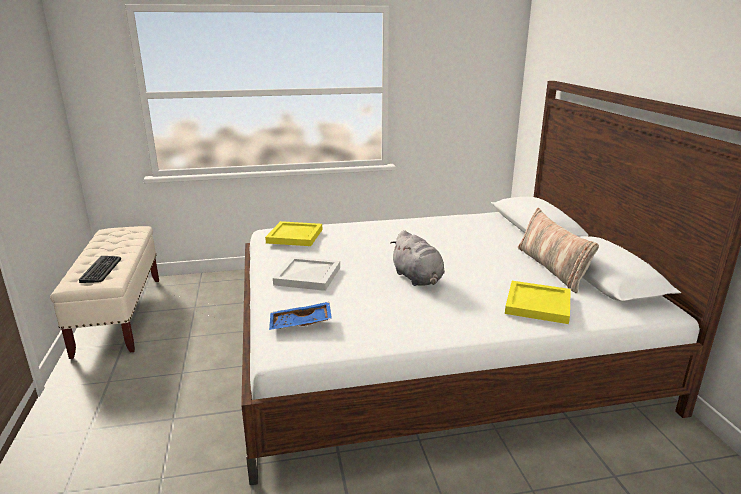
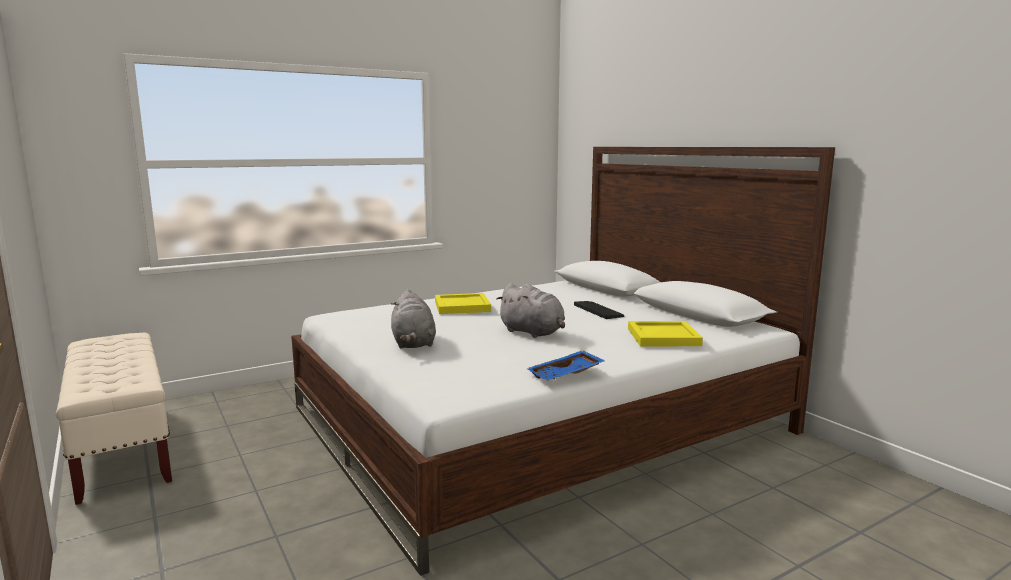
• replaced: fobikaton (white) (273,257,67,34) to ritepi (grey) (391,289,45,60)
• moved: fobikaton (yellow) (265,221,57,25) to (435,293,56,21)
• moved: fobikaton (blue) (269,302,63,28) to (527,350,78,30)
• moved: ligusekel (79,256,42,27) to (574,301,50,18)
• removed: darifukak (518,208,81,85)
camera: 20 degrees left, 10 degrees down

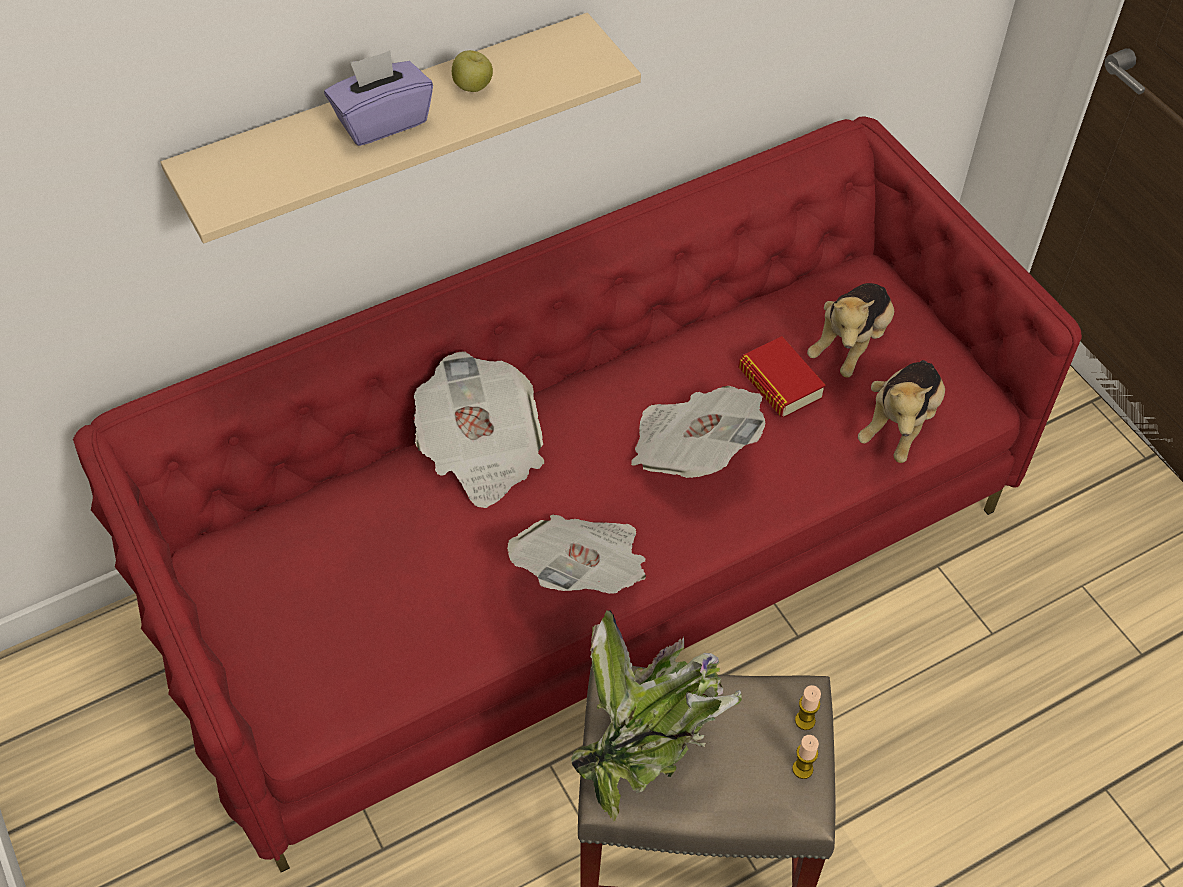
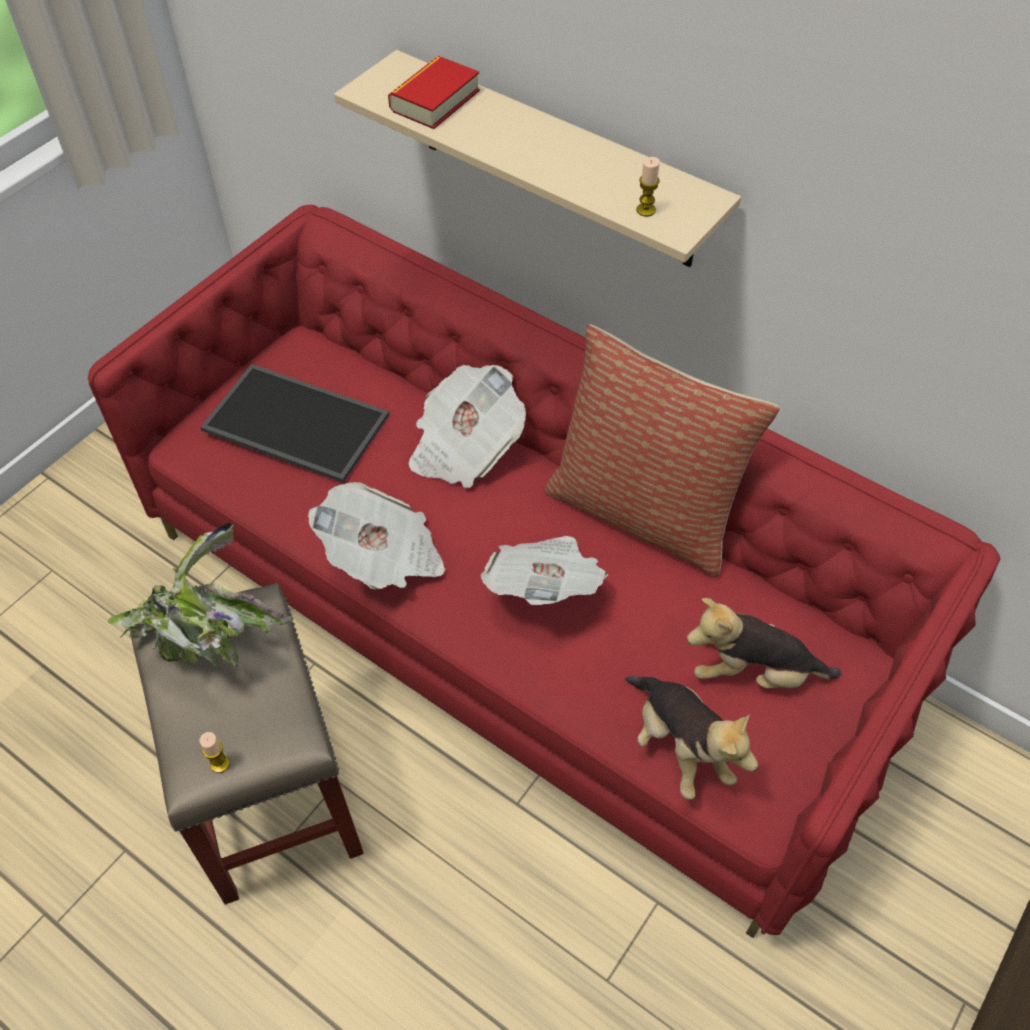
• added: fobikaton (200,364,189,119)
• moved: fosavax (738,336,88,82) to (388,56,92,73)
• added: darifukak (544,324,236,253)
• turned: ritepi (858,360,87,103) = (625,676,133,123) 120 degrees counterclockwise
• moved: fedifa (795,685,26,45) to (636,157,24,60)
• removed: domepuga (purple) (324,50,109,96)
• removed: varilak (452,50,41,42)
camera: 65 degrees right, 0 degrees up

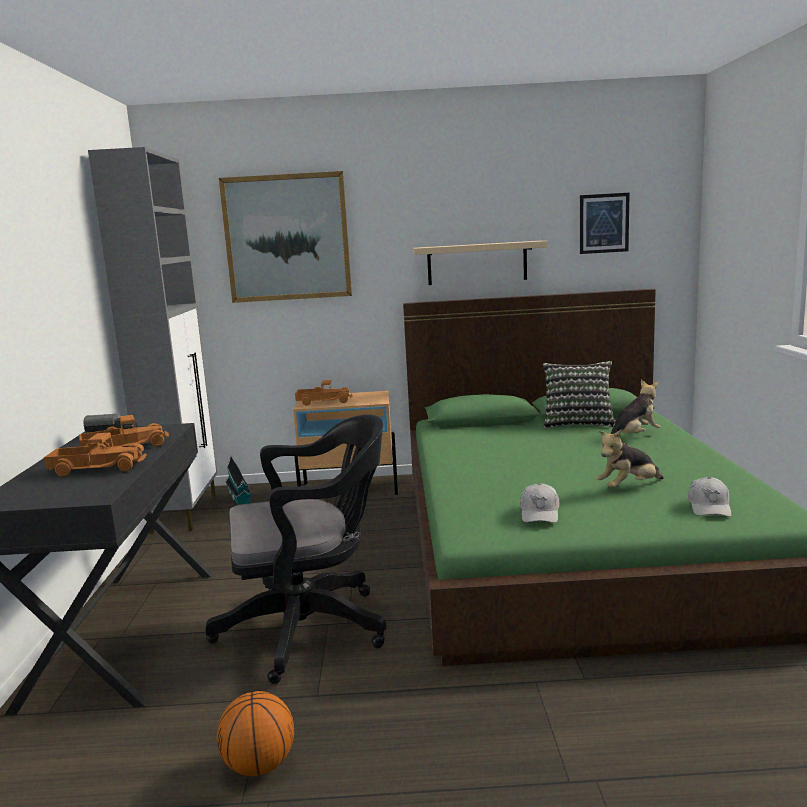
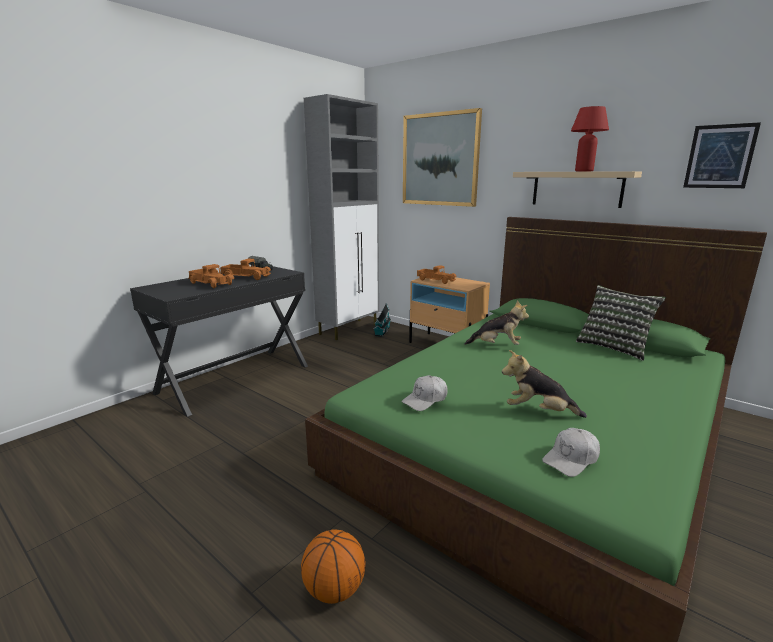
• moved: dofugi (217,691,77,85) to (301,530,65,74)
• moved: ritepi (611,380,50,54) to (465,300,64,45)
• added: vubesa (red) (571,106,38,65)
• removed: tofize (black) (206,415,180,269)
camera: 40 degrees right, 5 degrees up

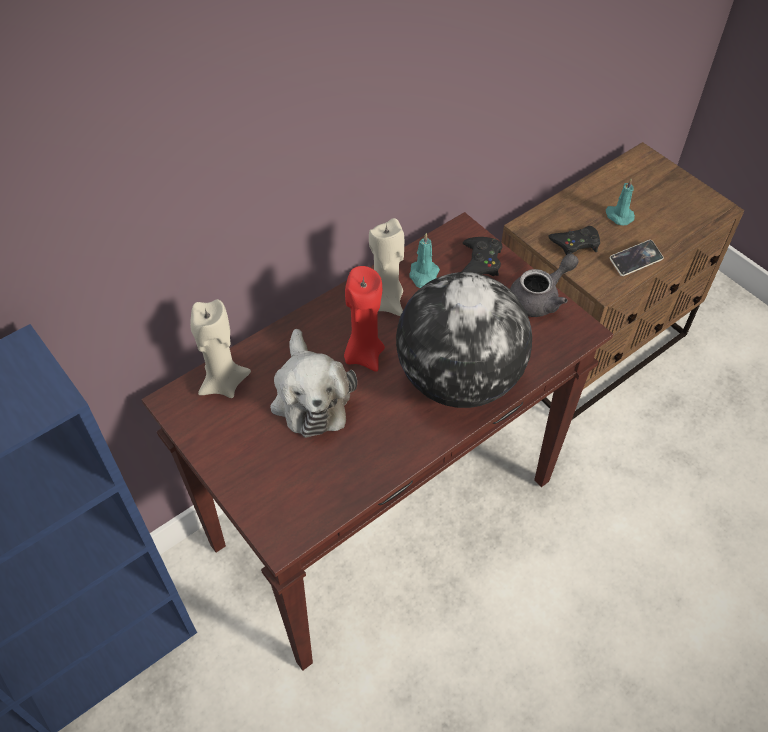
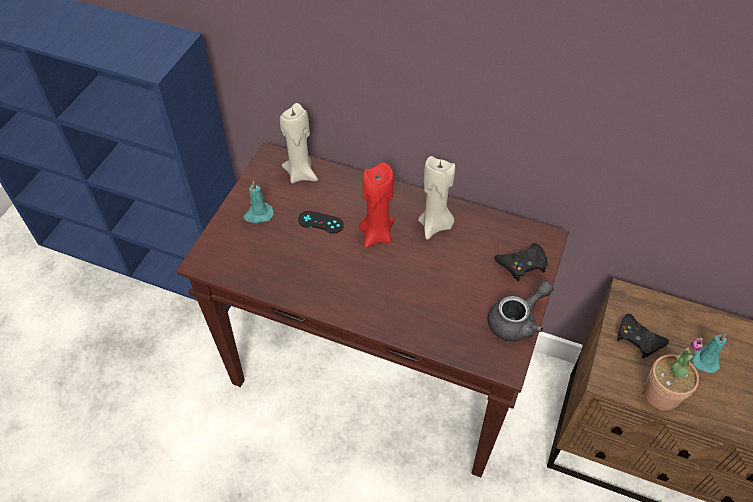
• moved: fedifa (turquoise) (409,233,31,55) to (243,181,31,42)
• replaced: ritepi (270,329,87,109) to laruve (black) (298,211,46,23)
• turned: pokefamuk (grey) (510,253,69,64) = (488,281,66,61) 60 degrees counterclockwise
• replaced: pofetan (609,240,54,36) to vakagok (644,338,59,73)
• removed: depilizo (396,272,136,136)
camera: 60 degrees right, 0 degrees up

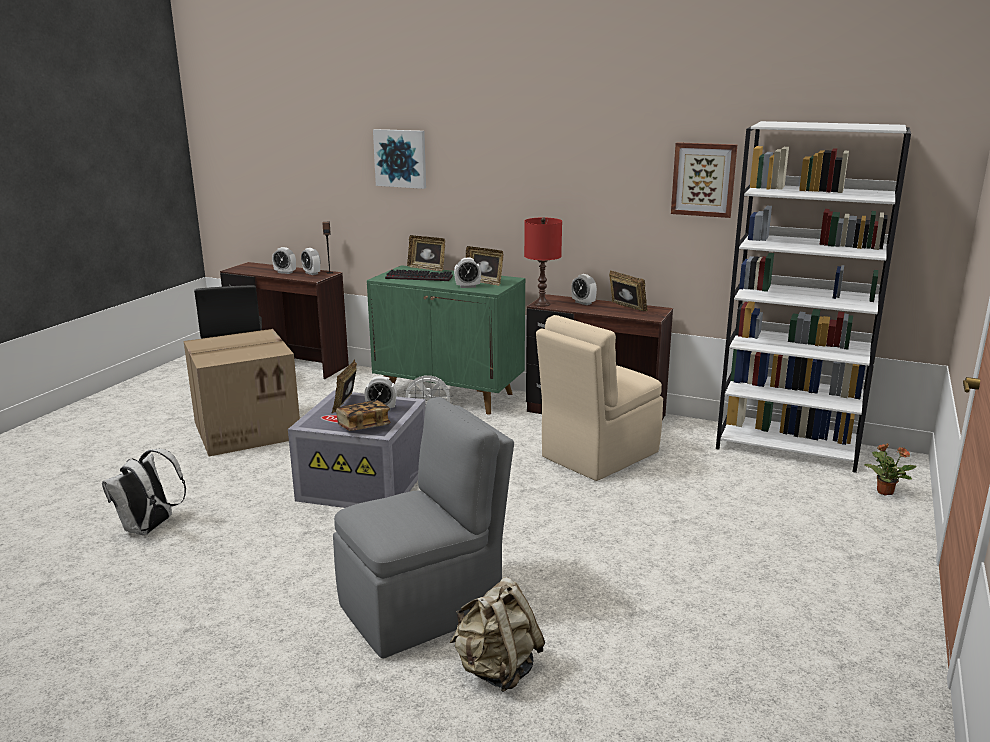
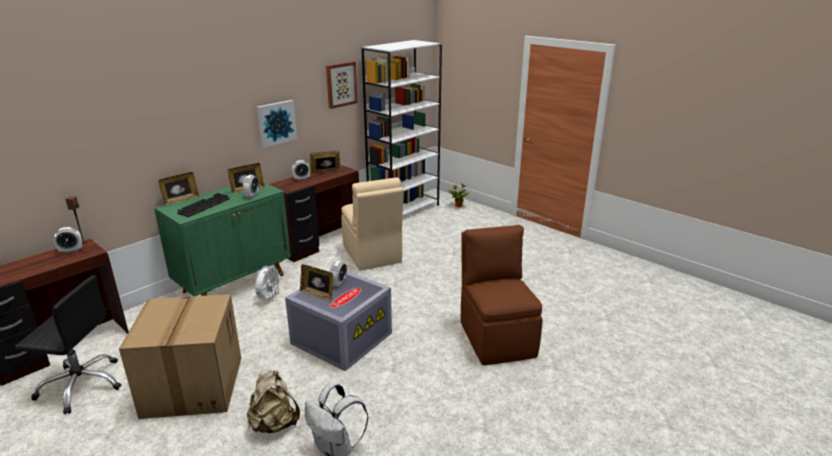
• moved: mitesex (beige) (450,577,95,115) to (247,370,53,63)
• moved: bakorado (373,129,53,60) to (257,100,40,48)
• recoloured: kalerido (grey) (333,397,181,262) to kalerido (brown) (461,225,82,140)
• removed: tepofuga (272,247,24,27)
• removed: fosavax (336,400,54,31)
• removed: vubesa (red) (524,217,38,90)
camera: 70 degrees left, 5 degrees up

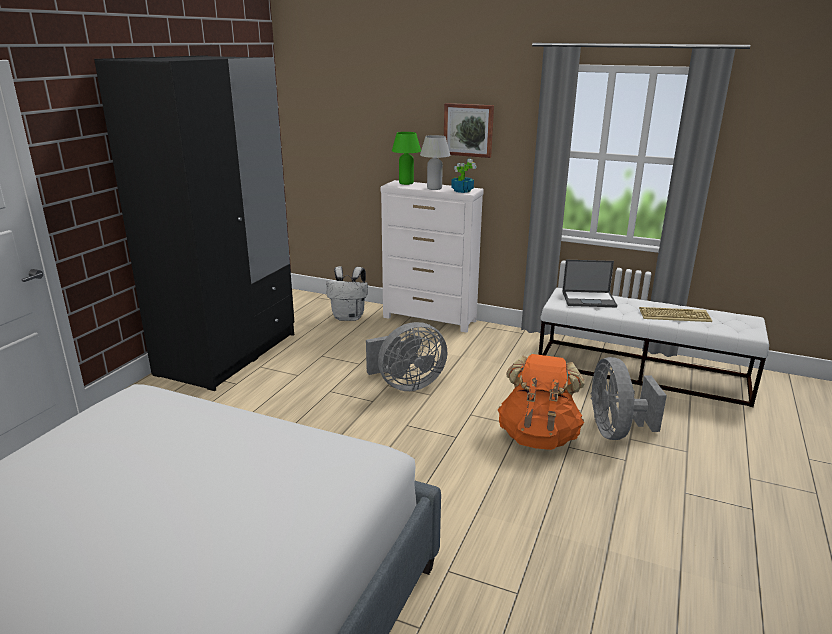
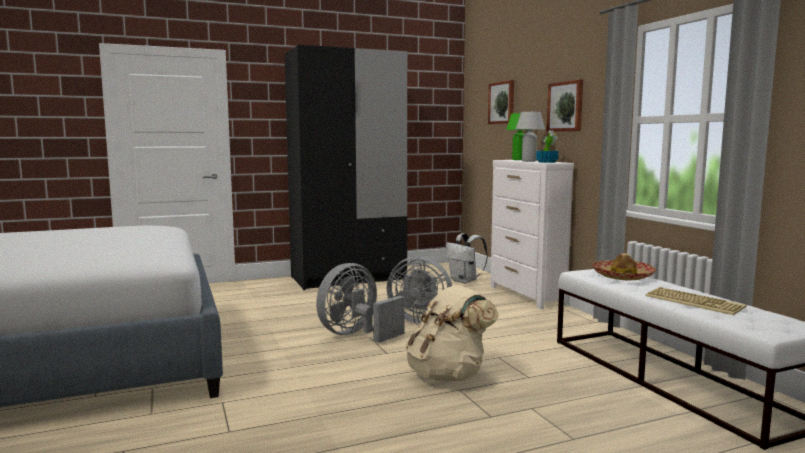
• moved: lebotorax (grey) (591,357,76,83) to (316,263,88,80)
• recoloured: mitesex (orange) (498,354,87,96) to mitesex (beige) (405,285,94,97)
• added: bakorado (488,80,26,44)
• replaced: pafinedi (563,260,54,48) to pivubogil (592,253,64,28)
camera: 45 degrees right, 15 degrees down

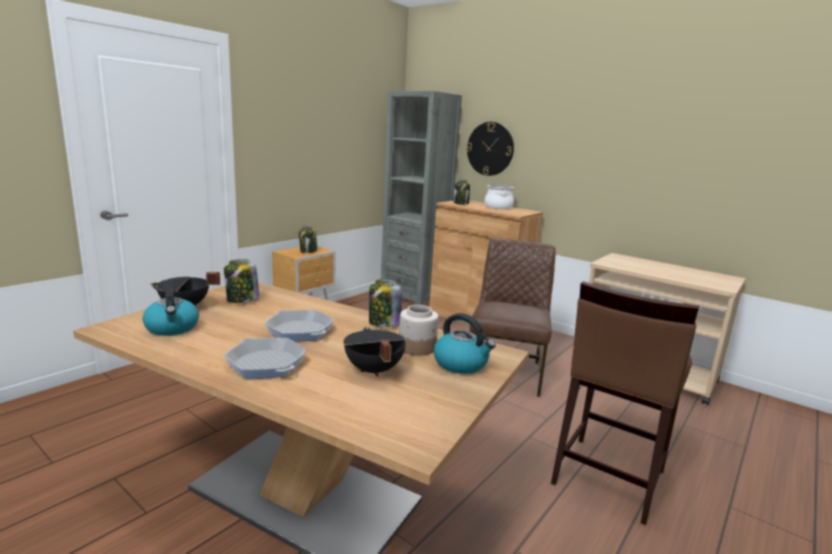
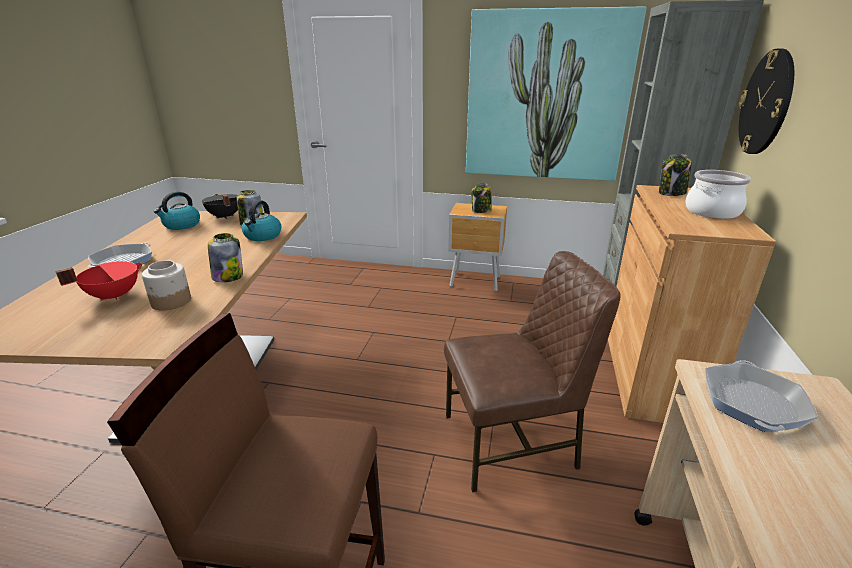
• recoloured: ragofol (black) (343,327,63,50) to ragofol (red) (56,261,88,40)
• moved: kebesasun (434,313,62,61) to (242,200,39,41)
• added: bakorado (466,7,180,174)
• moved: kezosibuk (264,310,70,32) to (705,360,113,72)
camera: 65 degrees right, 10 degrees up

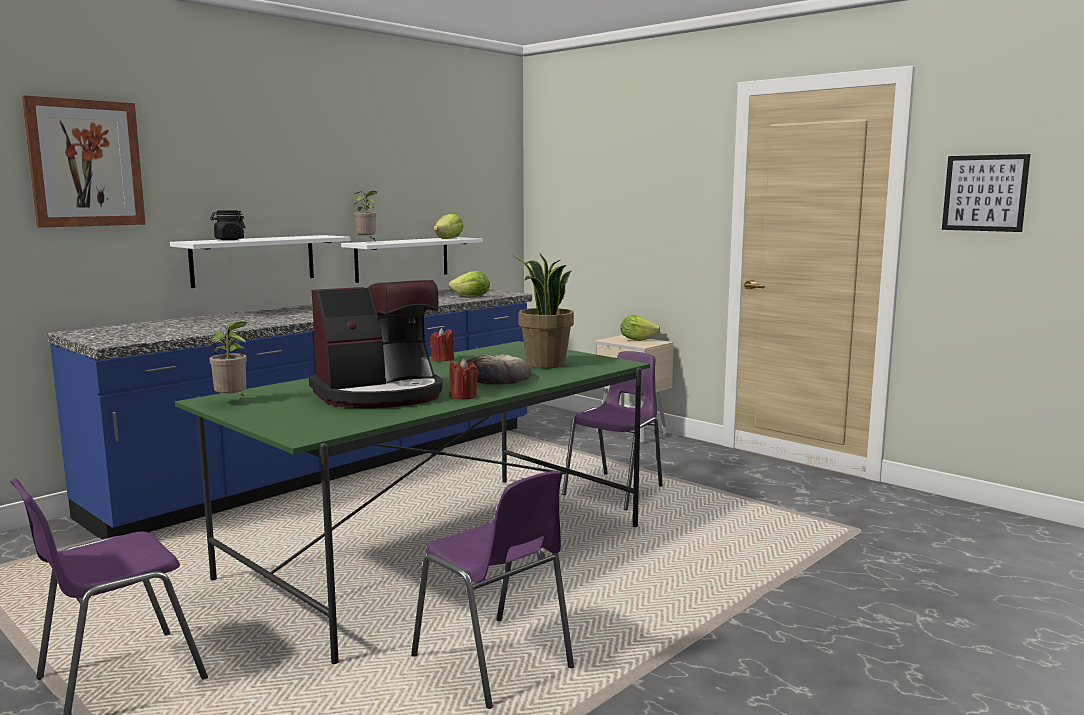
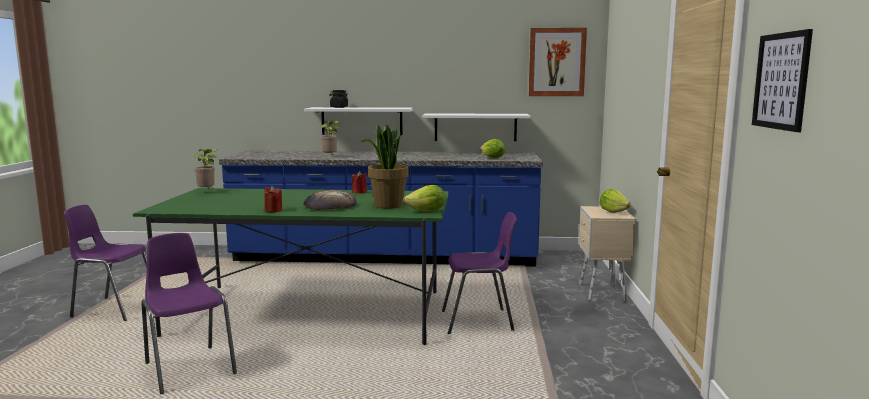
• turned: kalerido (purple) (411,471,163,238) = (141,233,96,161) 135 degrees clockwise
• moved: vakagok (354,191,23,49) to (321,121,19,34)
• moved: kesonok (434,214,30,25) to (403,185,43,26)
• moved: bakorado (22,95,124,133) to (529,28,58,68)
• removed: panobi (309,280,134,128)
camera: 50 degrees right, 0 degrees up

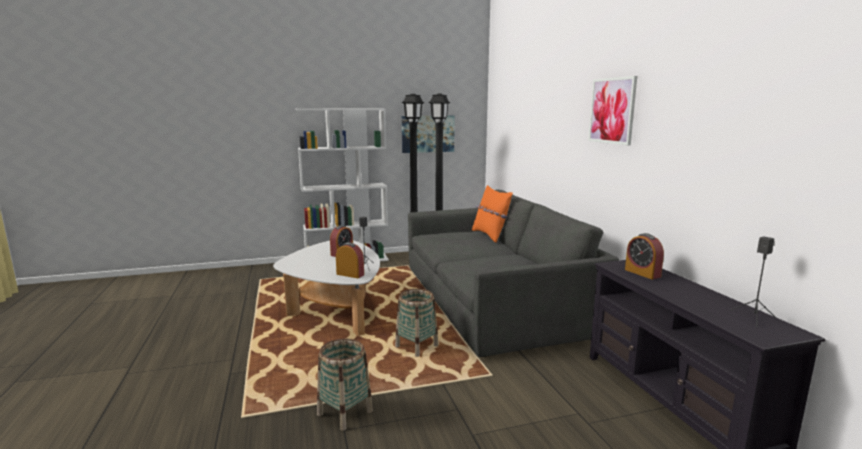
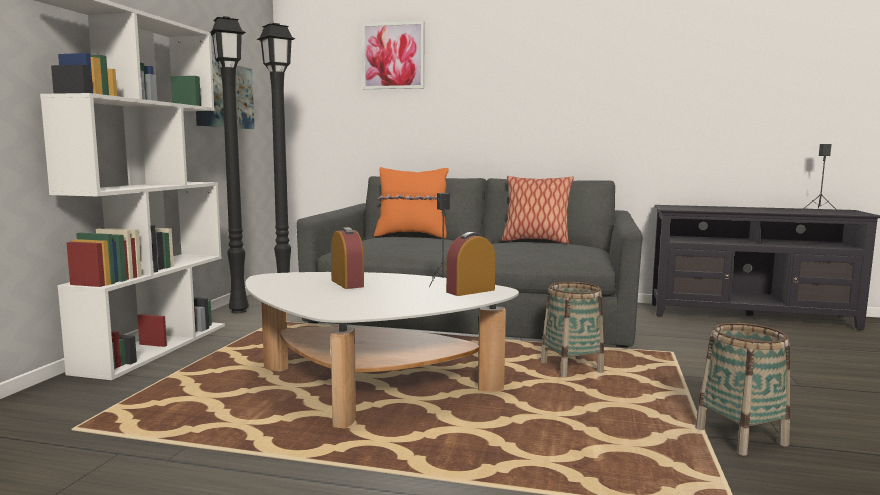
• moved: bakorado (588,76,49,69) to (362,21,62,68)
• added: darifukak (502,176,72,68)
• removed: tepofuga (625,233,39,46)
camera: 60 degrees left, 5 degrees down

